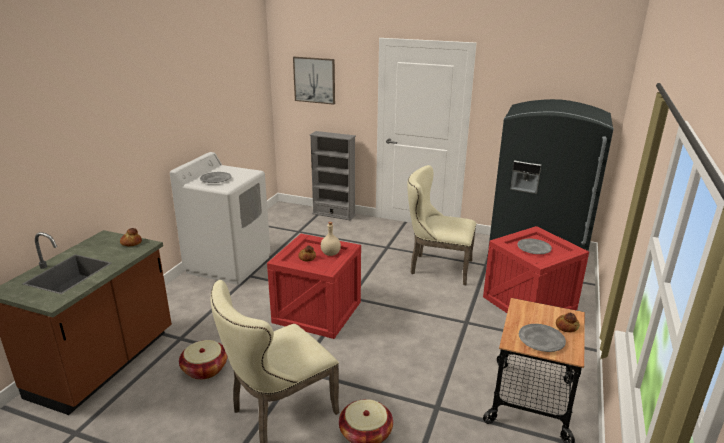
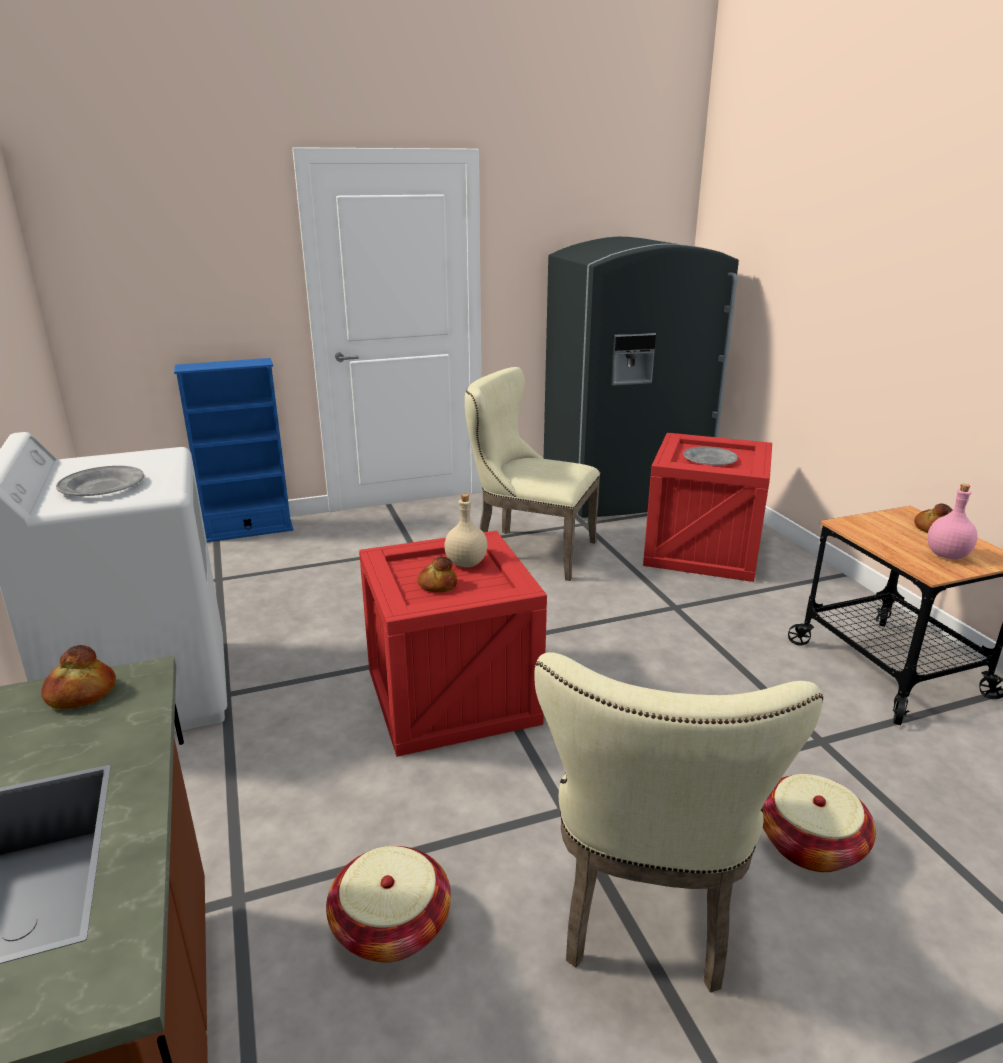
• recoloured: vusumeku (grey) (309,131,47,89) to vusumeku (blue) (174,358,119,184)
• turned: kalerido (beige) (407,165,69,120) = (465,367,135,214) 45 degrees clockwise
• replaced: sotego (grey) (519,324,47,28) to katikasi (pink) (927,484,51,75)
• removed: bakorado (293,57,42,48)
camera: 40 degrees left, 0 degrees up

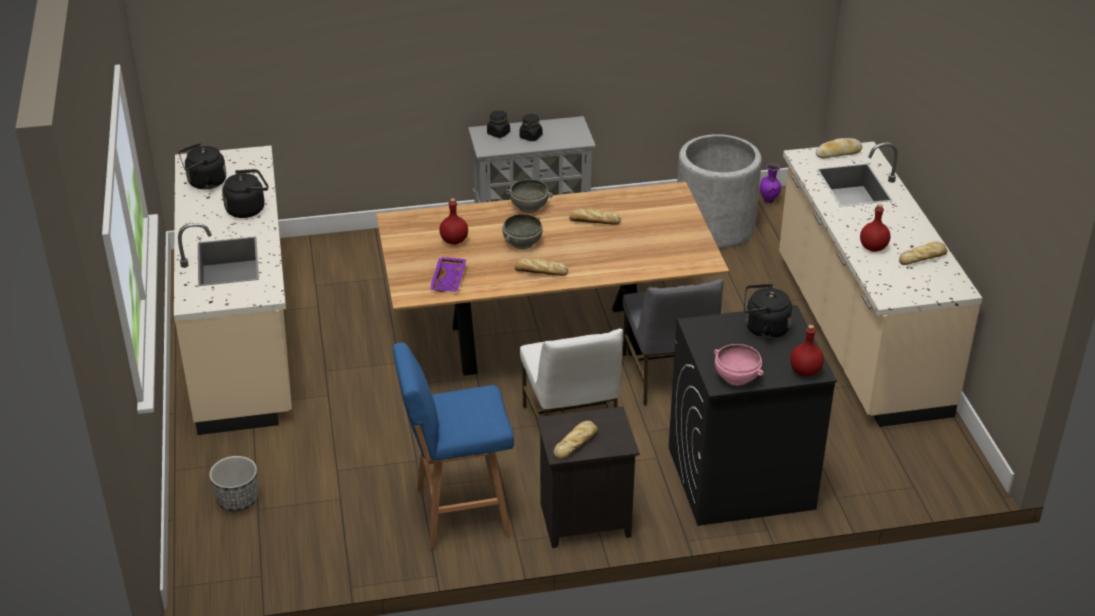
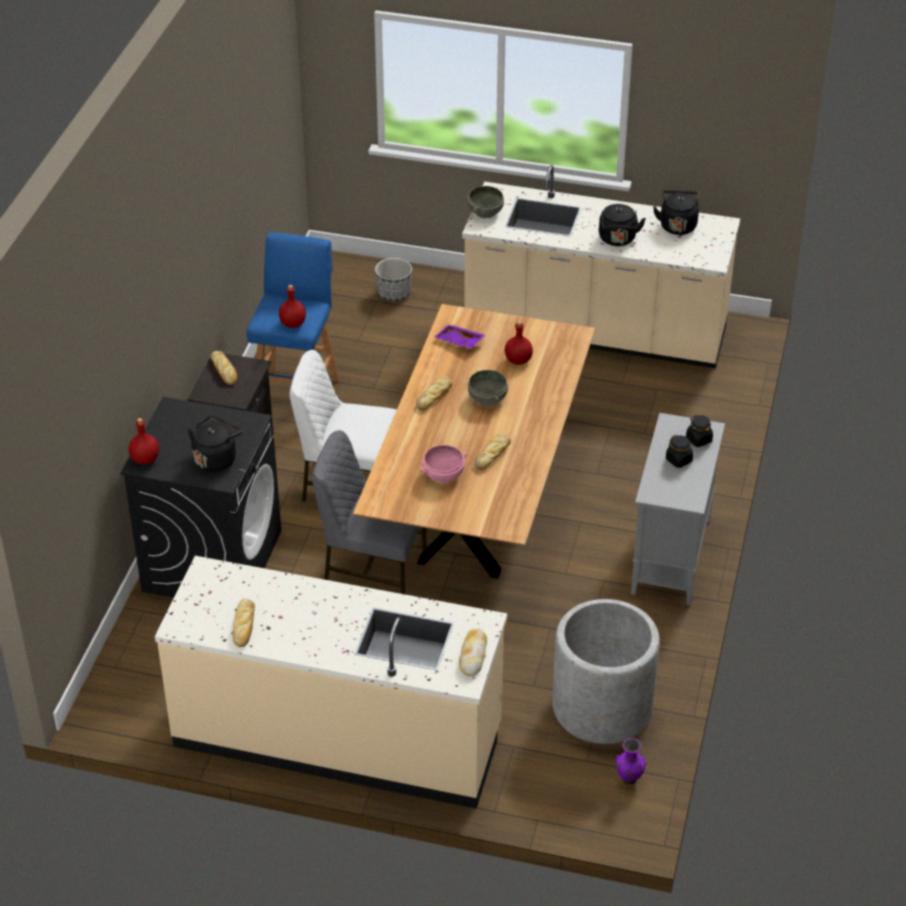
• moved: katikasi (red) (860,204,30,48) to (279,285,27,43)
• moved: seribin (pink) (714,344,49,42) to (420,445,47,38)
• moved: seribin (grey) (506,179,47,34) to (467,186,37,32)
camera: 115 degrees right, 5 degrees up

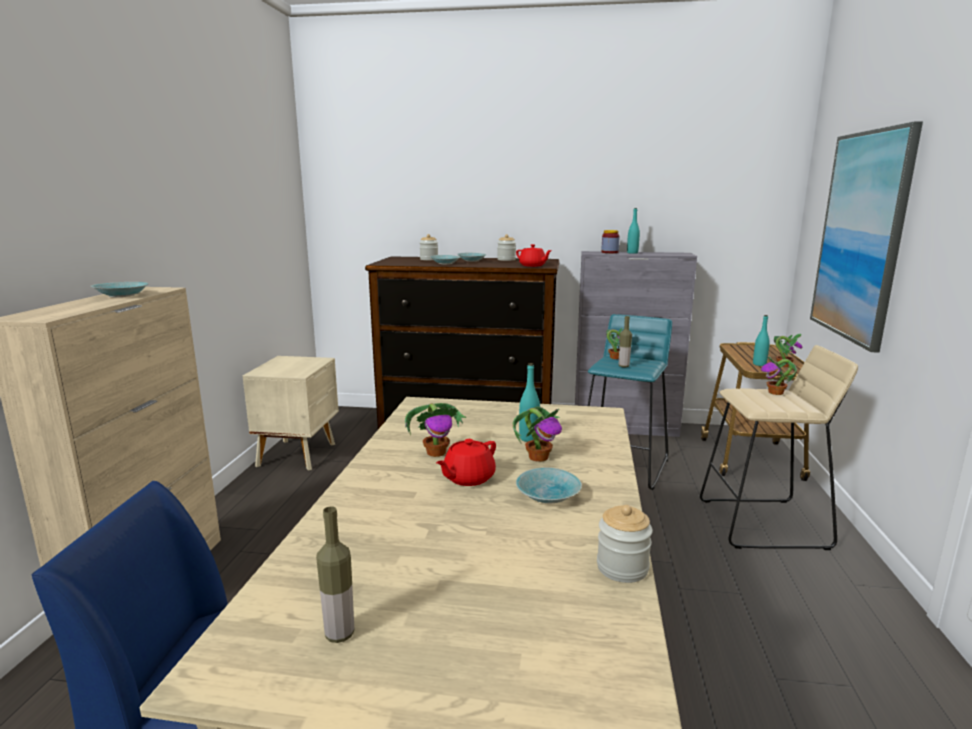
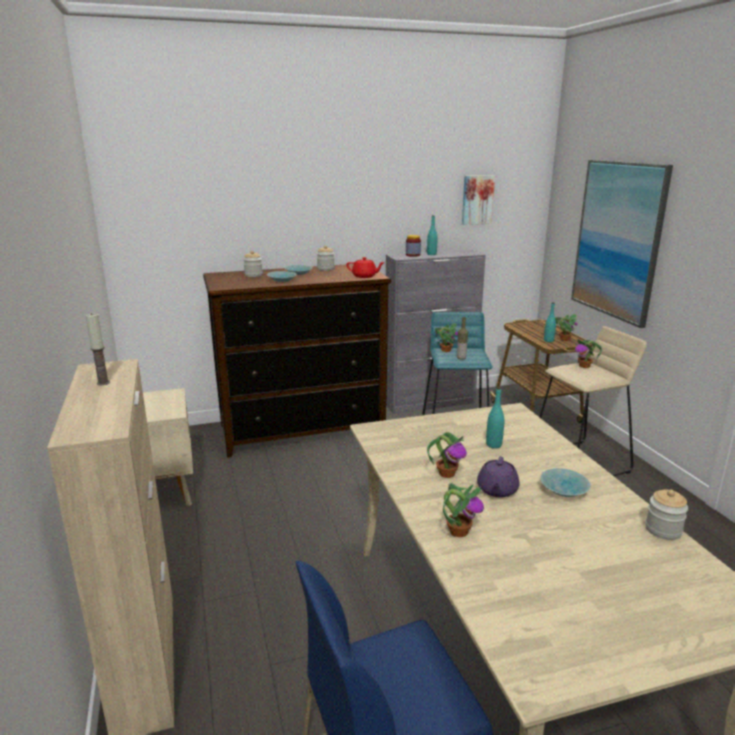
• replaced: seribin (turquoise) (91,282,57,15) to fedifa (86,313,24,72)
• moved: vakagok (513,406,49,56) to (443,483,41,54)
• added: bakorado (462,175,33,50)
• recoloured: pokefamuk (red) (436,439,60,47) to pokefamuk (purple) (477,457,43,41)
• removed: katikasi (316,506,38,137)
camera: 25 degrees left, 5 degrees up

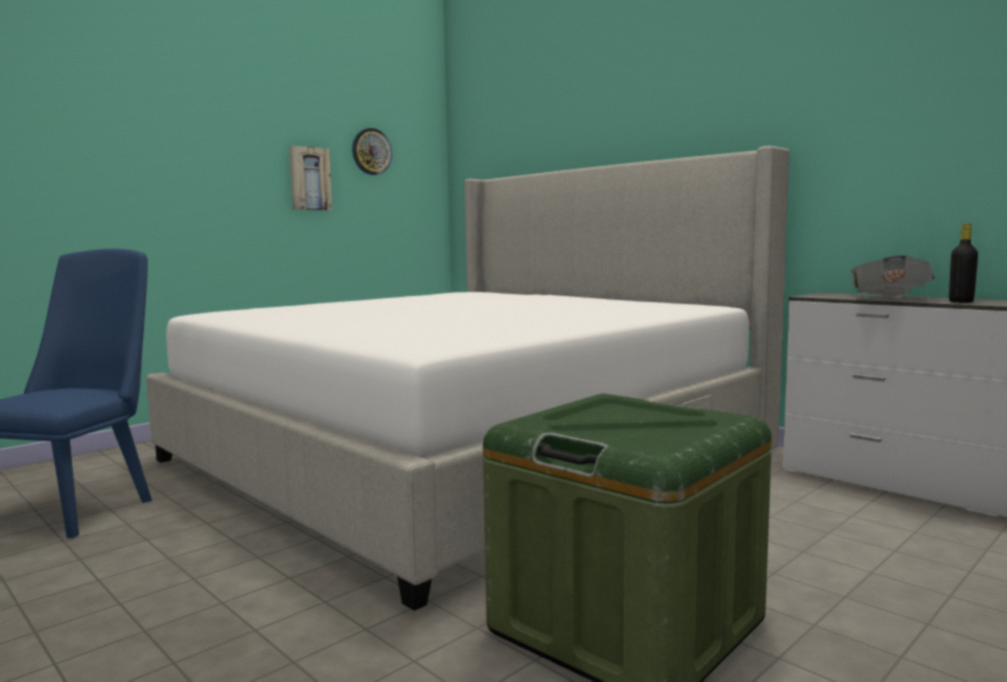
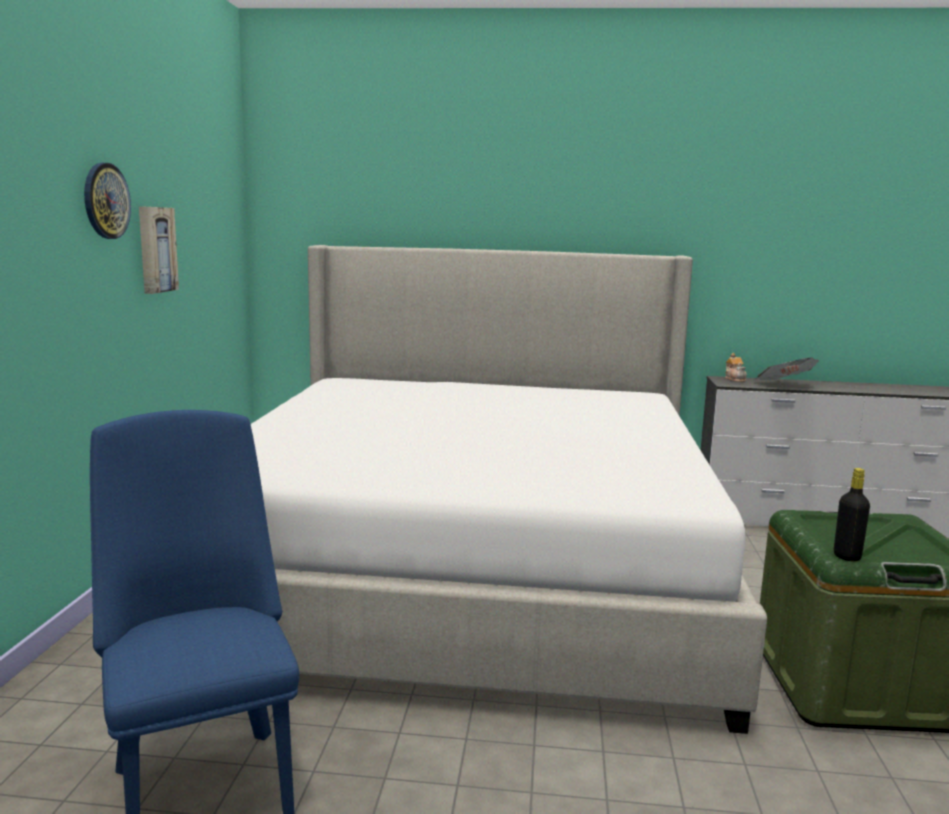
• moved: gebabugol (352,128,40,47) to (84,163,47,76)
• added: pokefamuk (725,353,22,29)
• moved: katikasi (black) (949,223,29,80) to (834,468,36,93)
camera: 40 degrees left, 5 degrees up

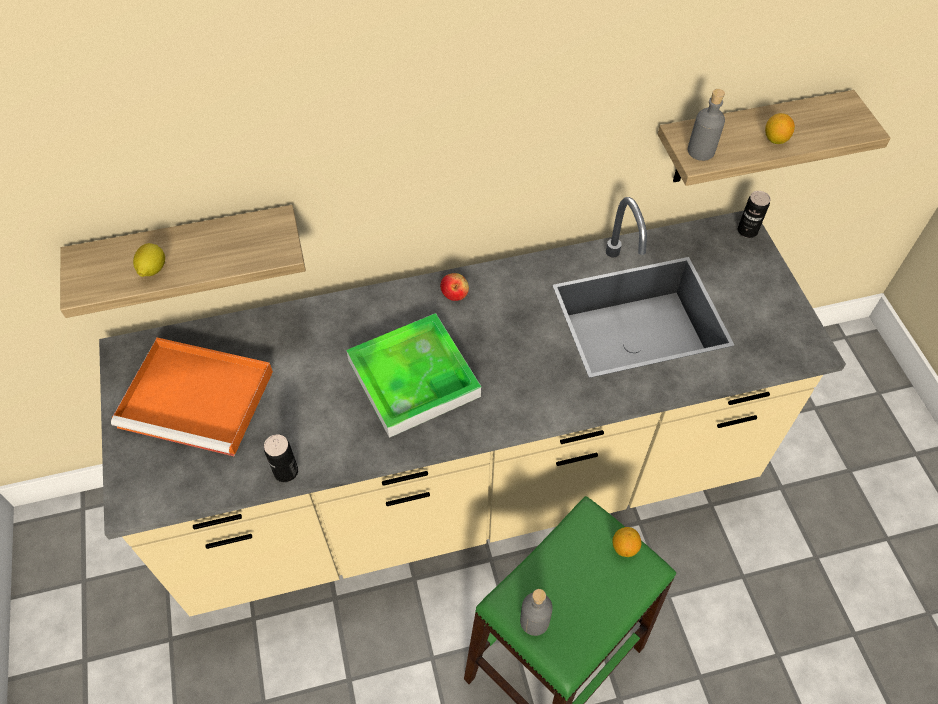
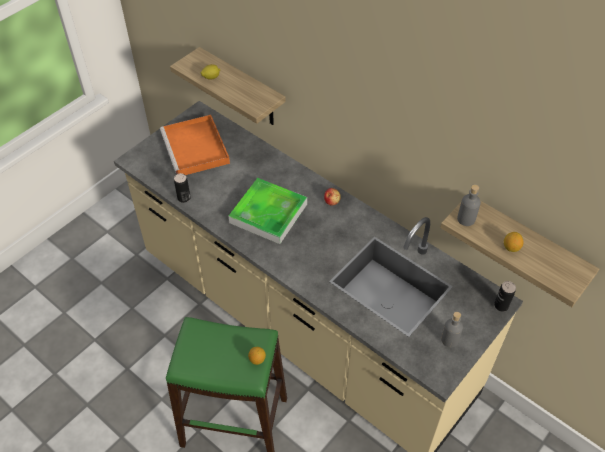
• moved: katikasi (grey) (520,589,33,47) to (441,312,22,36)
camera: 55 degrees right, 5 degrees down

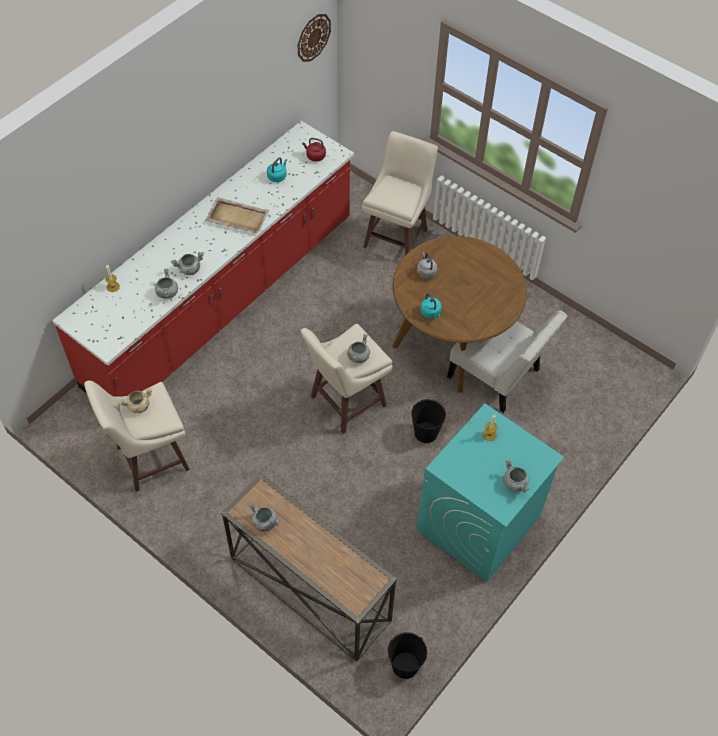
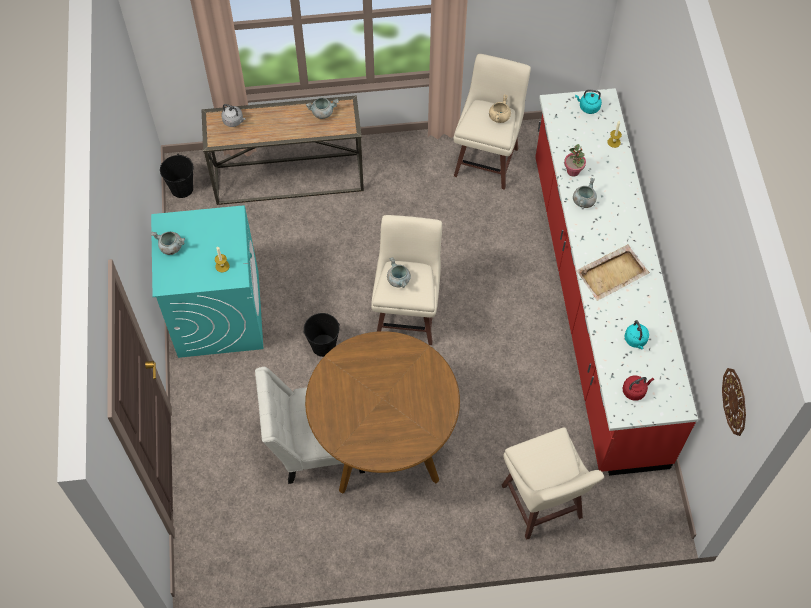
• moved: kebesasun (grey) (417,252,21,27) to (222,104,24,23)
• replaced: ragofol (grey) (155,269,23,30) to vakagok (564,144,22,33)
• moved: kebesasun (turquoise) (420,293,22,25) to (575,90,27,24)
camera: 135 degrees right, 5 degrees up

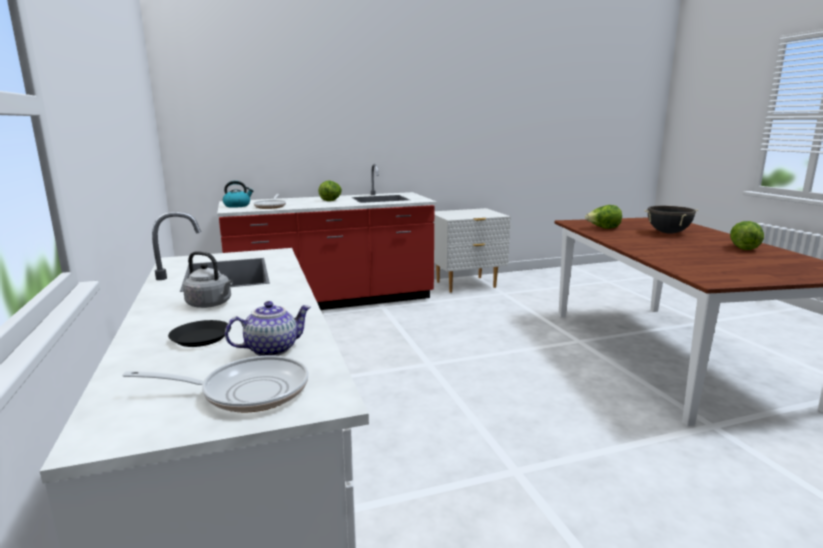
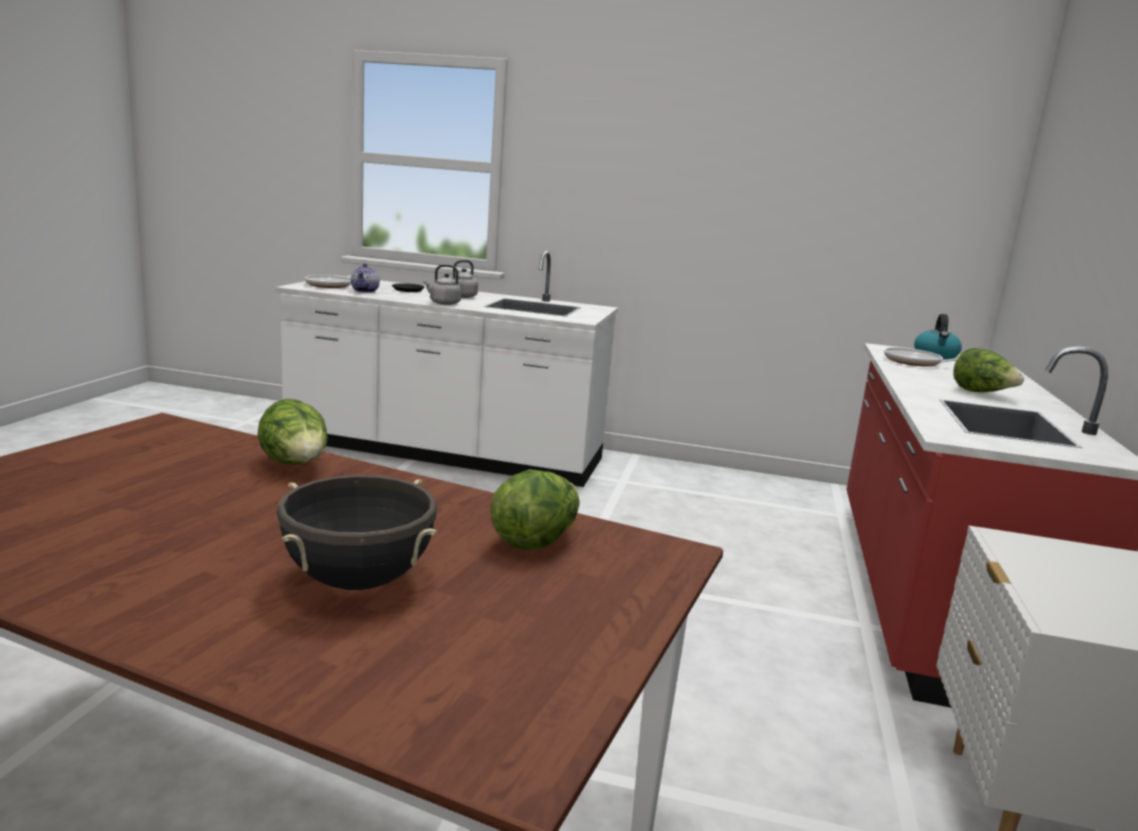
• moved: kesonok (730,221,34,29) to (257,399,71,65)
• added: kebesasun (grey) (423,265,39,40)
camera: 120 degrees right, 0 degrees up

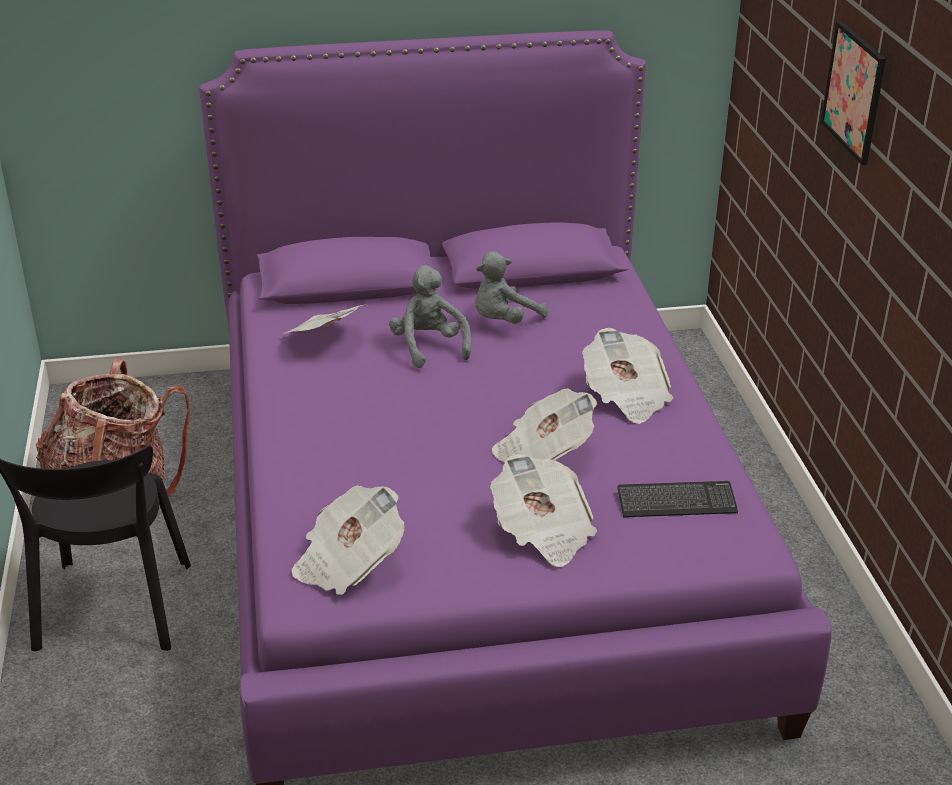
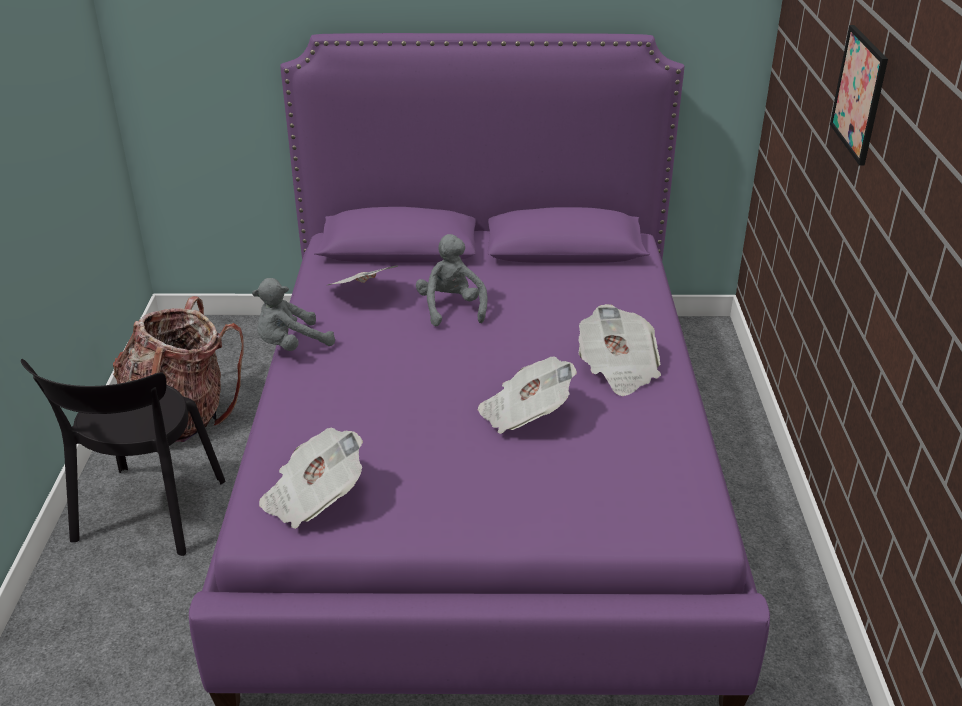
• moved: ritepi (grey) (475,252,73,72) to (252,278,83,73)
• removed: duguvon (490,453,107,114)
• removed: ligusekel (617,481,121,36)
camera: 10 degrees right, 0 degrees up

